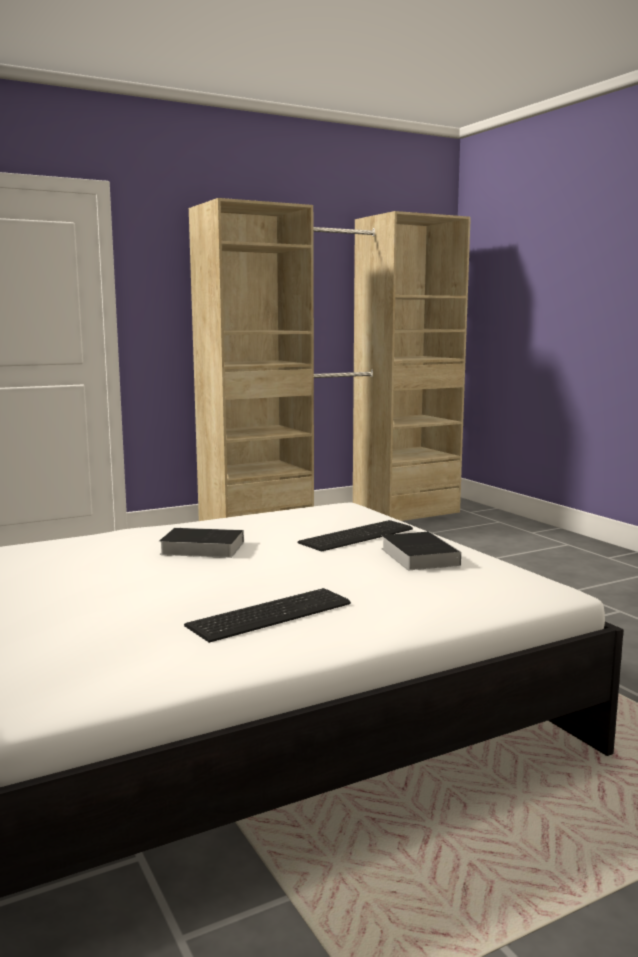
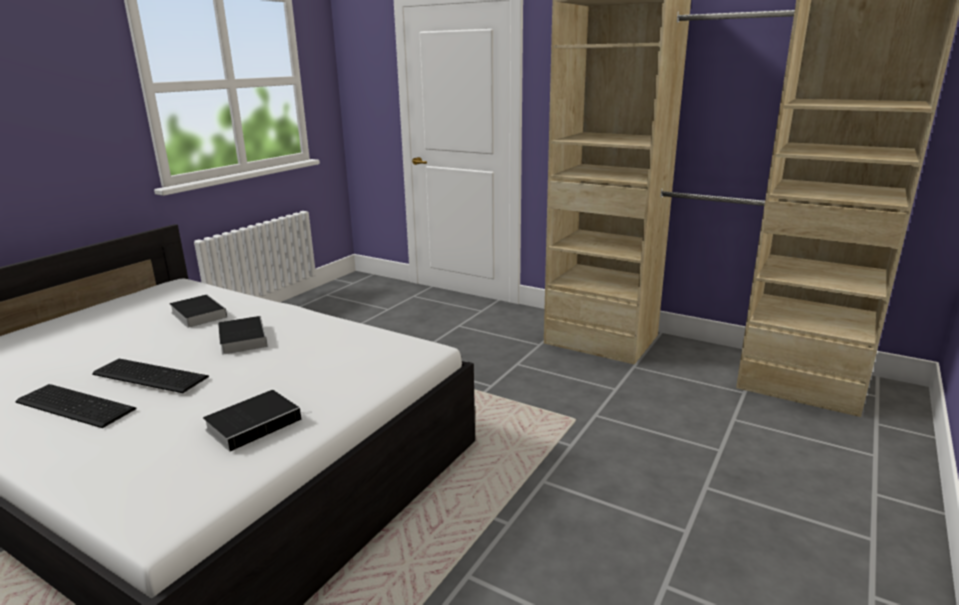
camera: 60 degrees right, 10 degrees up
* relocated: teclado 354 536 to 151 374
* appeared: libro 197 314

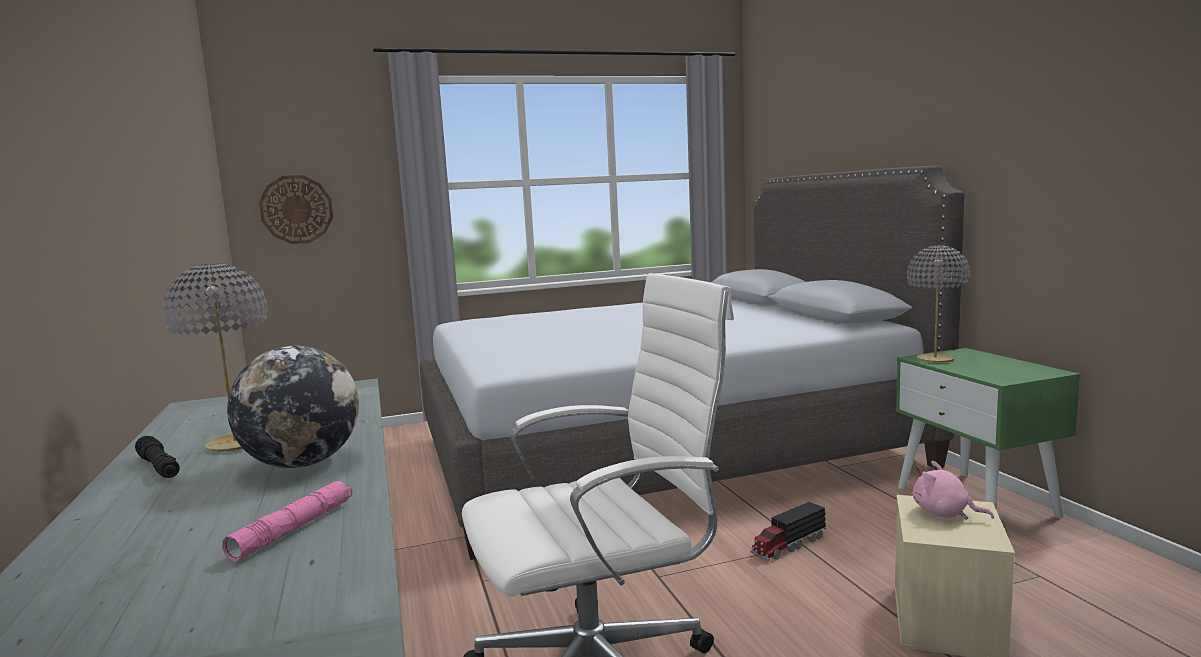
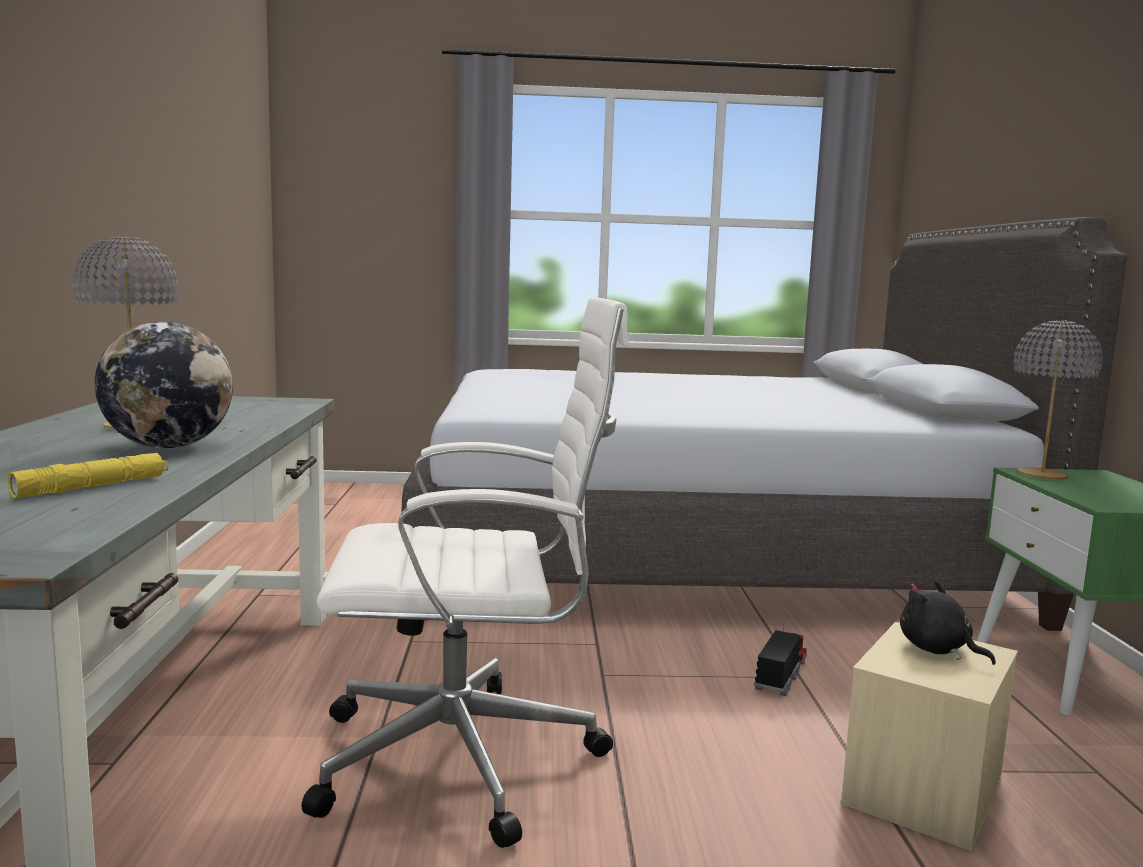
camera: 15 degrees right, 0 degrees up
* missing: linterna [negro] 159 467
* colour: linterna [rosa] 294 529 to linterna [amarillo] 92 487
* missing: reloj de pared 296 209
* spun: camión de juguete 788 545 = 781 674 135 degrees clockwise
* colour: peluche [rosa] 944 513 to peluche [negro] 937 650

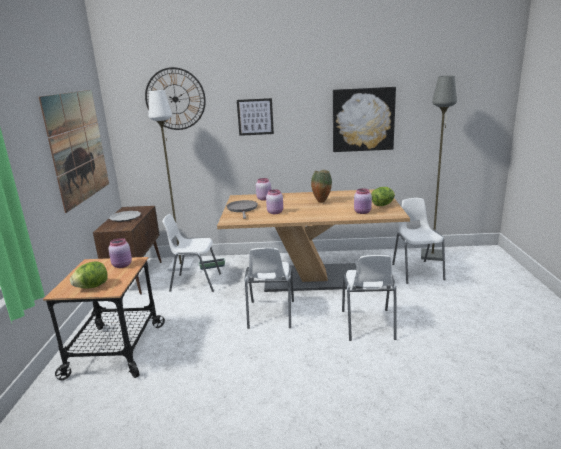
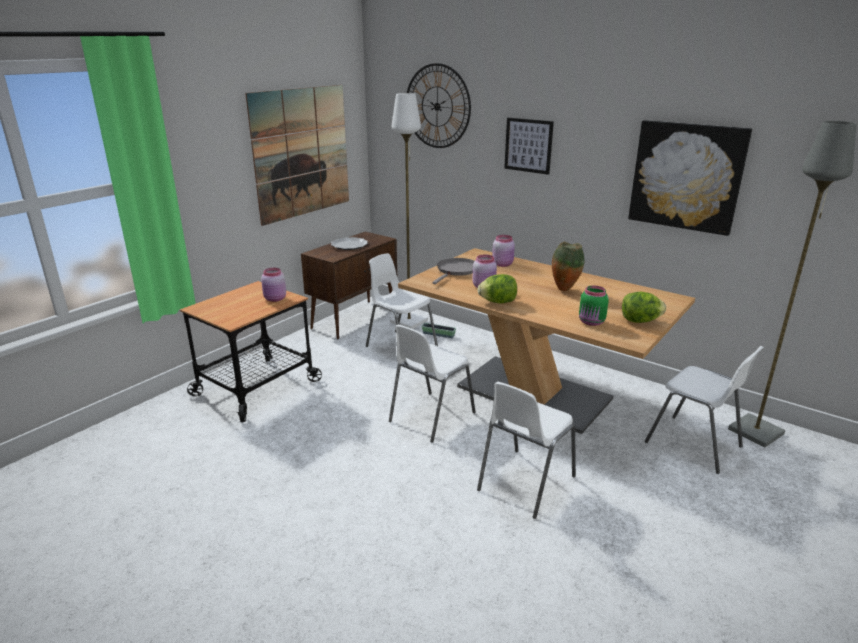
camera: 35 degrees right, 5 degrees up
* relocated: lechuga 92 287 to 498 302
* colour: tarro [rosa] 363 212 to tarro [verde] 591 322
* spun: silla [blanco] 417 271 = 694 445 105 degrees clockwise

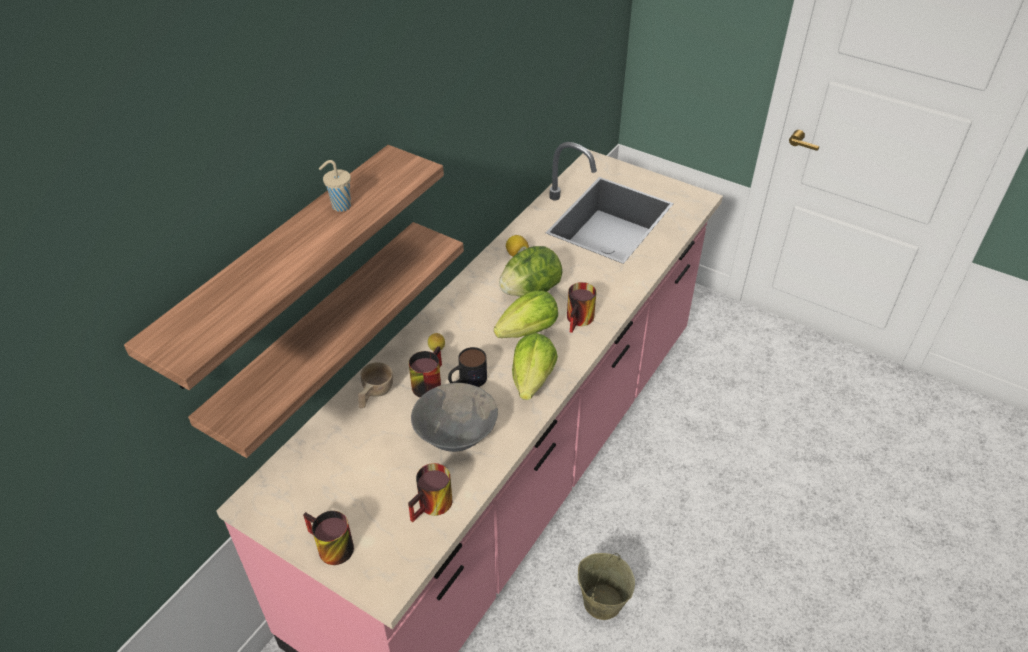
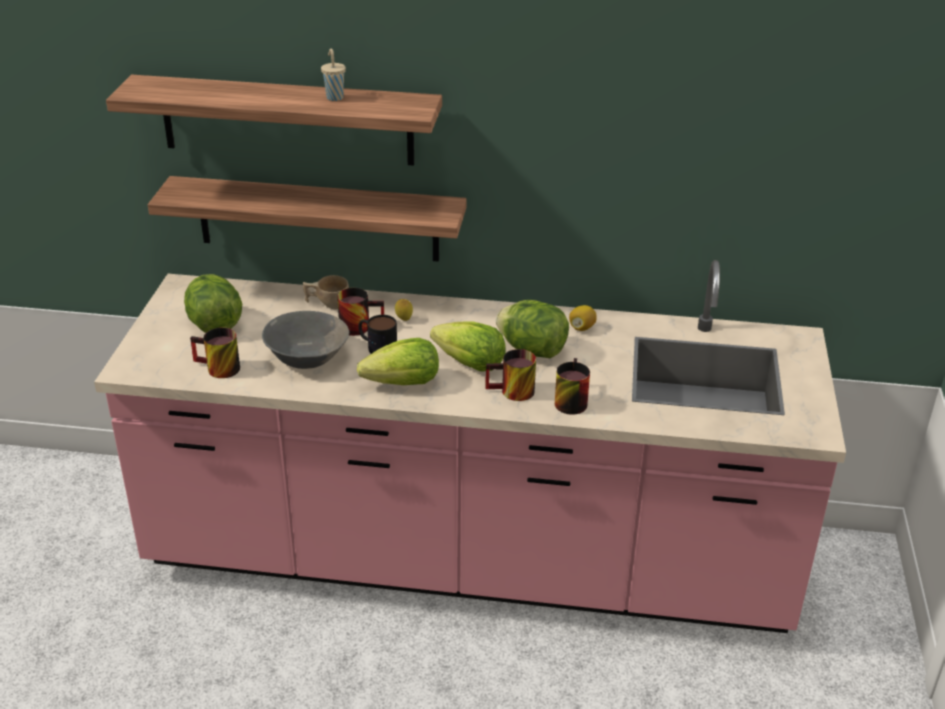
camera: 65 degrees right, 10 degrees down
* relocated: taza grande 329 548 to 568 400
* missing: cubo [beis] 601 601
* appeared: lechuga 214 324

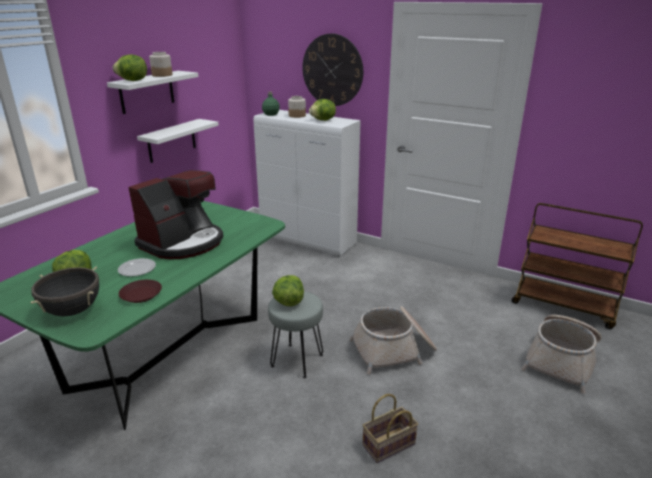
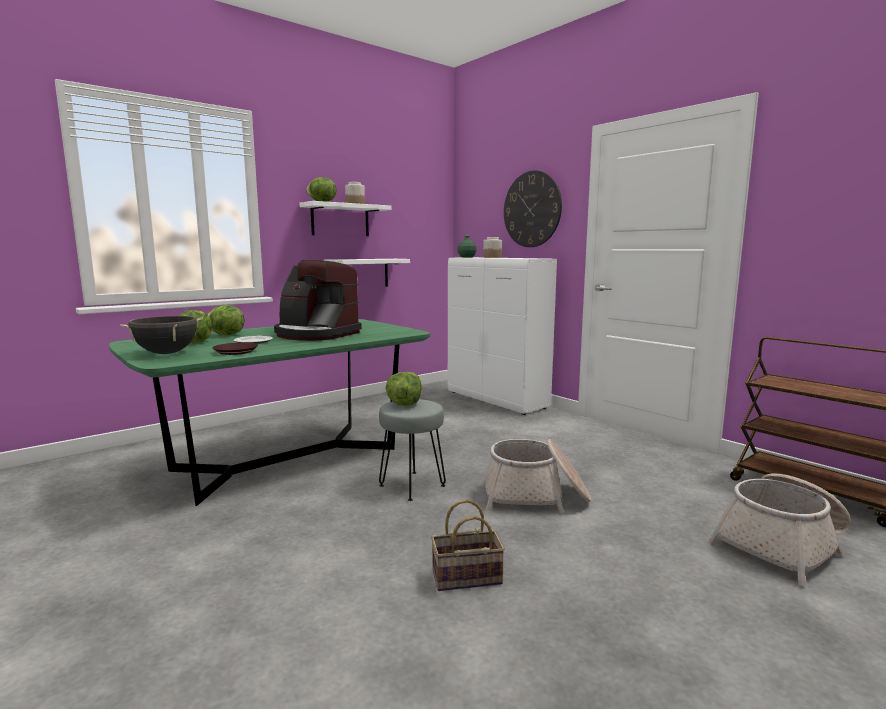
camera: 20 degrees right, 15 degrees down
* spun: cafetera 183 242 = 315 334 60 degrees clockwise
* relocated: lechuga 323 120 to 225 335

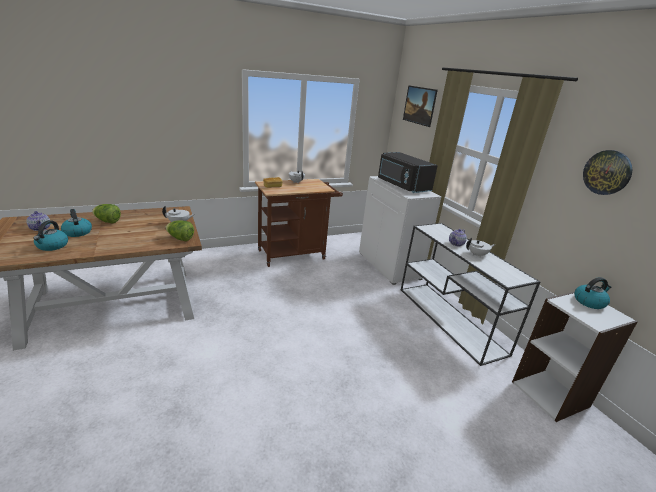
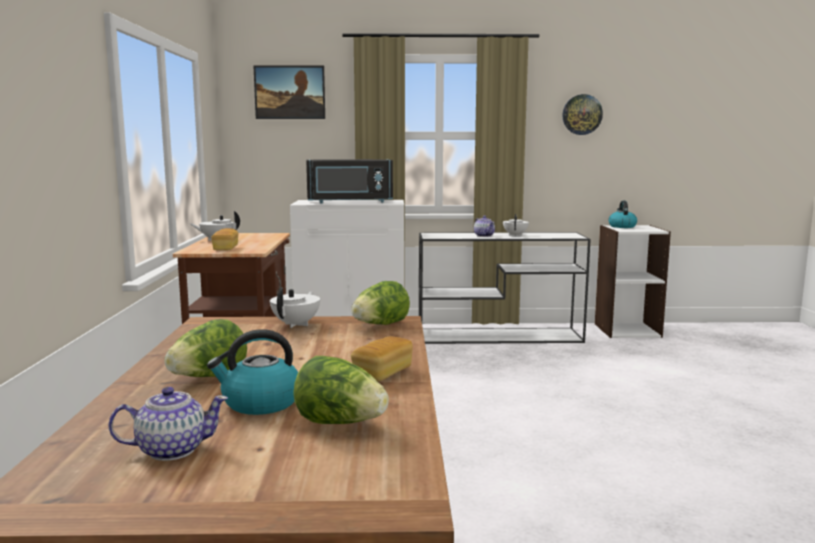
camera: 65 degrees left, 15 degrees down
* exchanged: hervidor 52 246 to lechuga 340 423
* appeared: pan 382 373

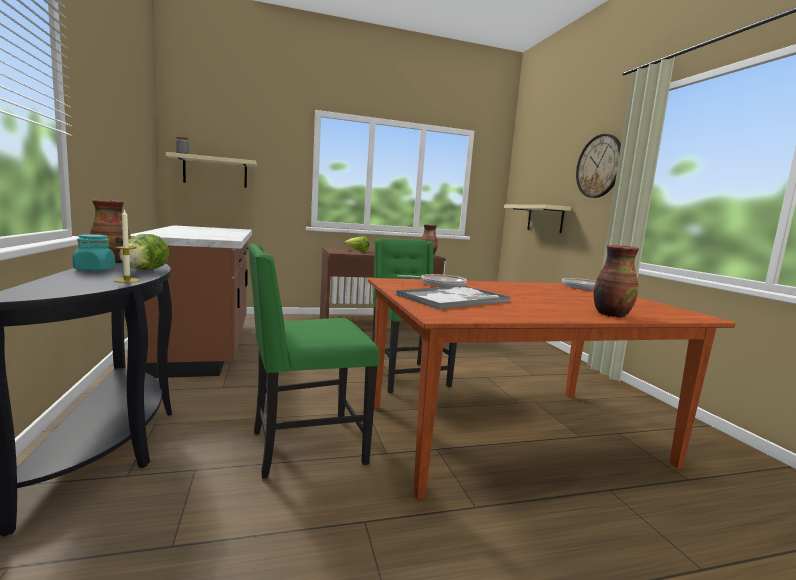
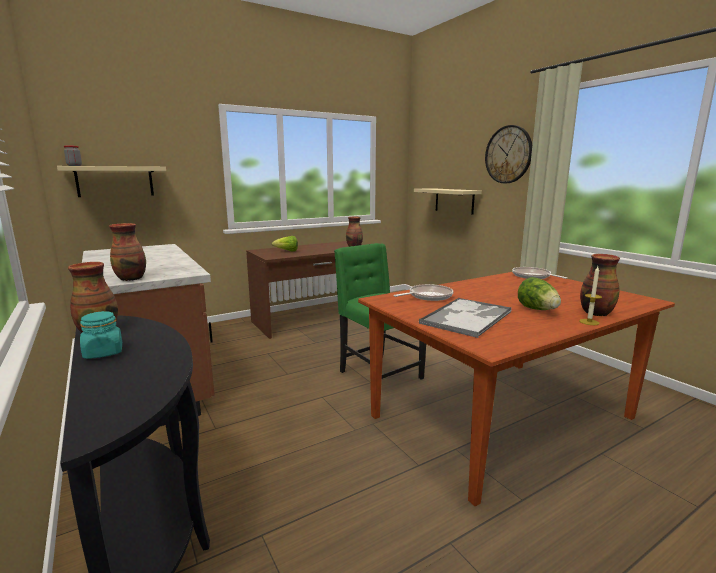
camera: 15 degrees left, 5 degrees up
* relocated: vela 127 280 to 589 322
* relocated: lechuga 143 270 to 538 310
* missing: silla [verde] 305 447
* appeared: florero 131 278

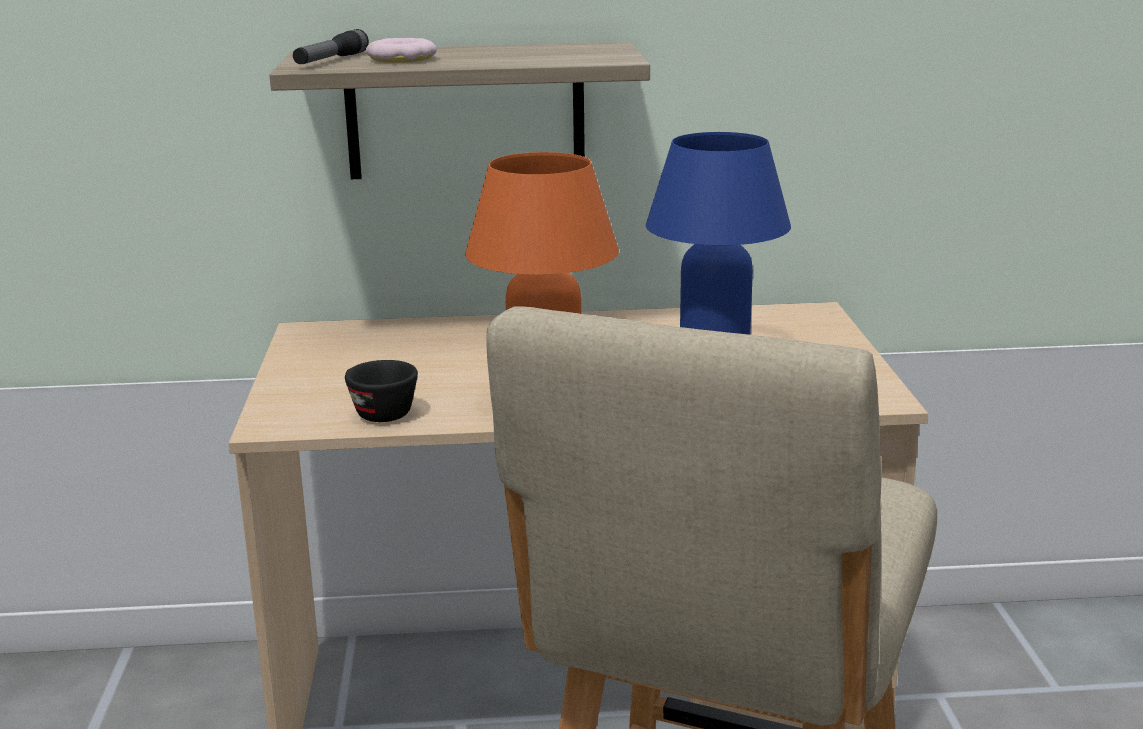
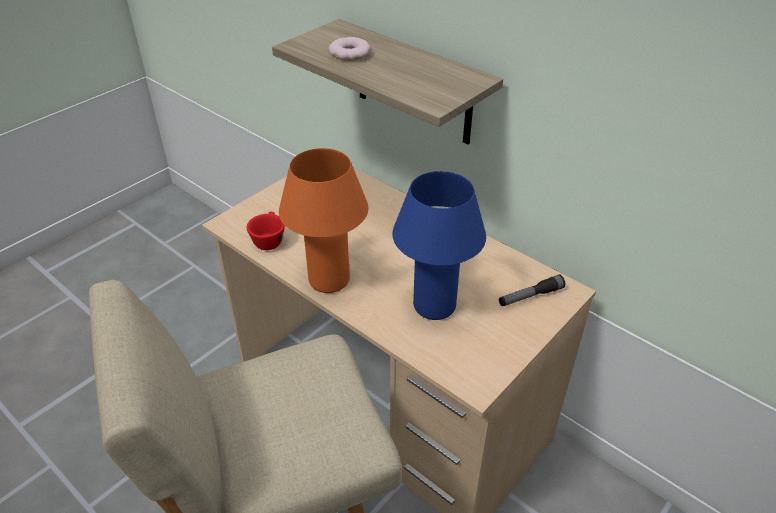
camera: 45 degrees right, 20 degrees up
* relocated: linterna 331 60 to 530 296
* colour: taza [negro] 376 412 to taza [rojo] 268 239

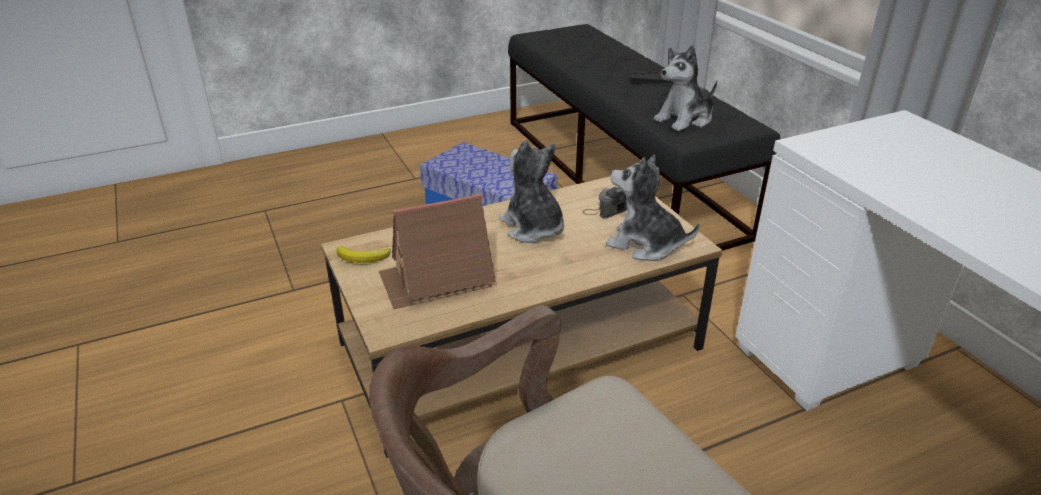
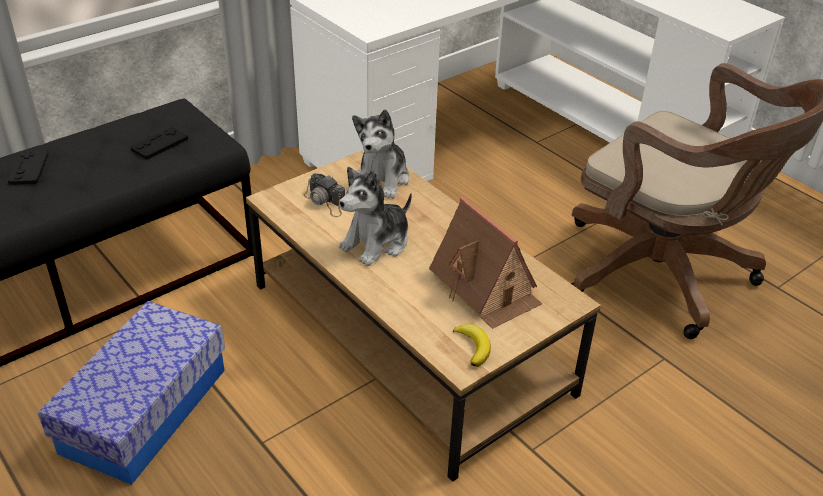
camera: 105 degrees left, 5 degrees up
* exchanged: peluche 685 119 to mando de consola [negro] 159 144

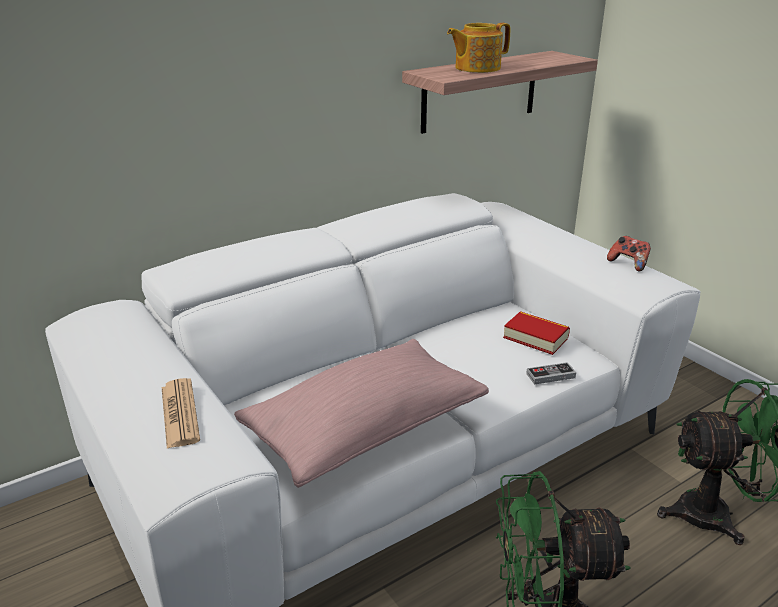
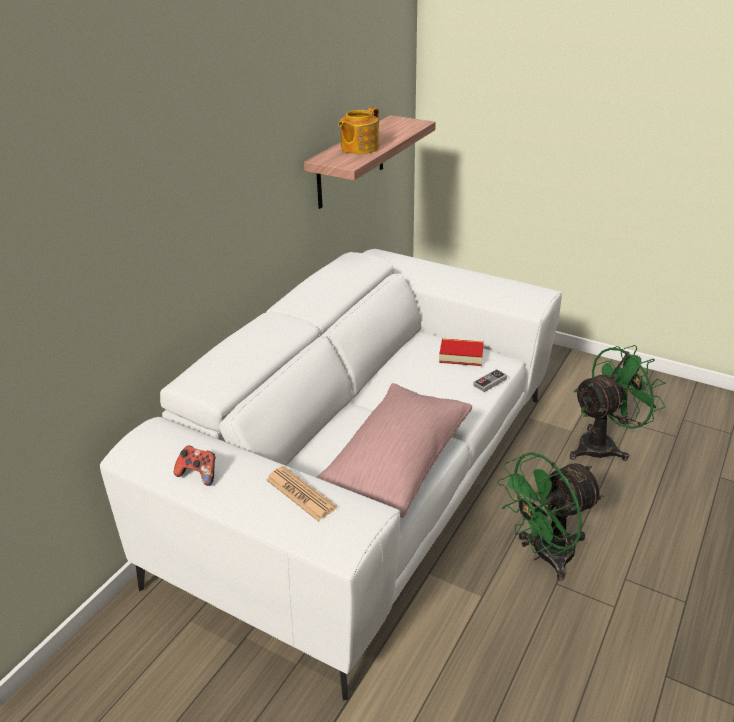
camera: 25 degrees left, 5 degrees up
* relocated: mando de consola 628 264 to 198 474

